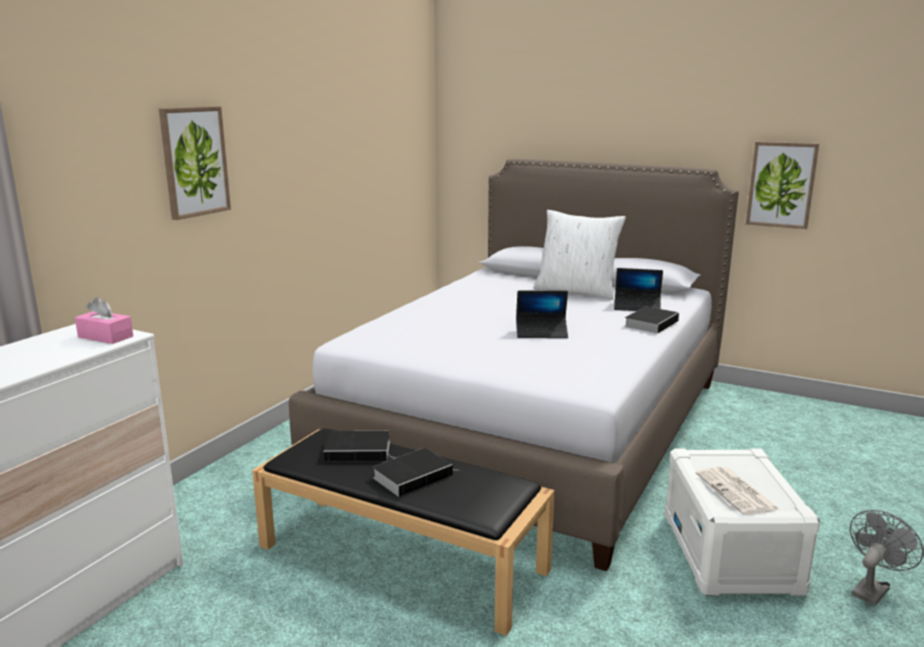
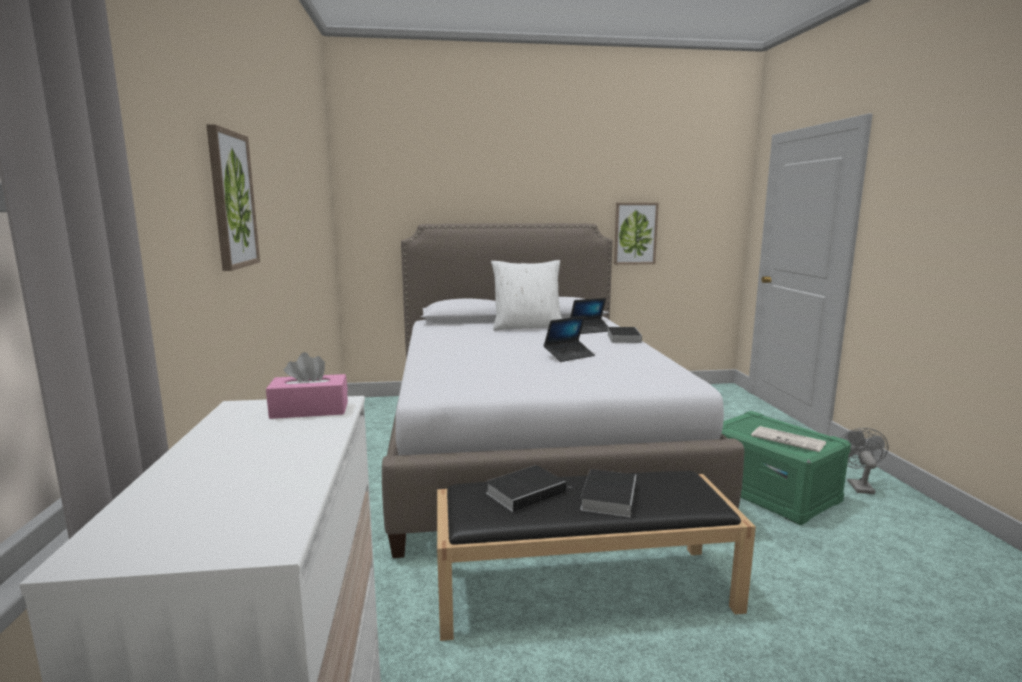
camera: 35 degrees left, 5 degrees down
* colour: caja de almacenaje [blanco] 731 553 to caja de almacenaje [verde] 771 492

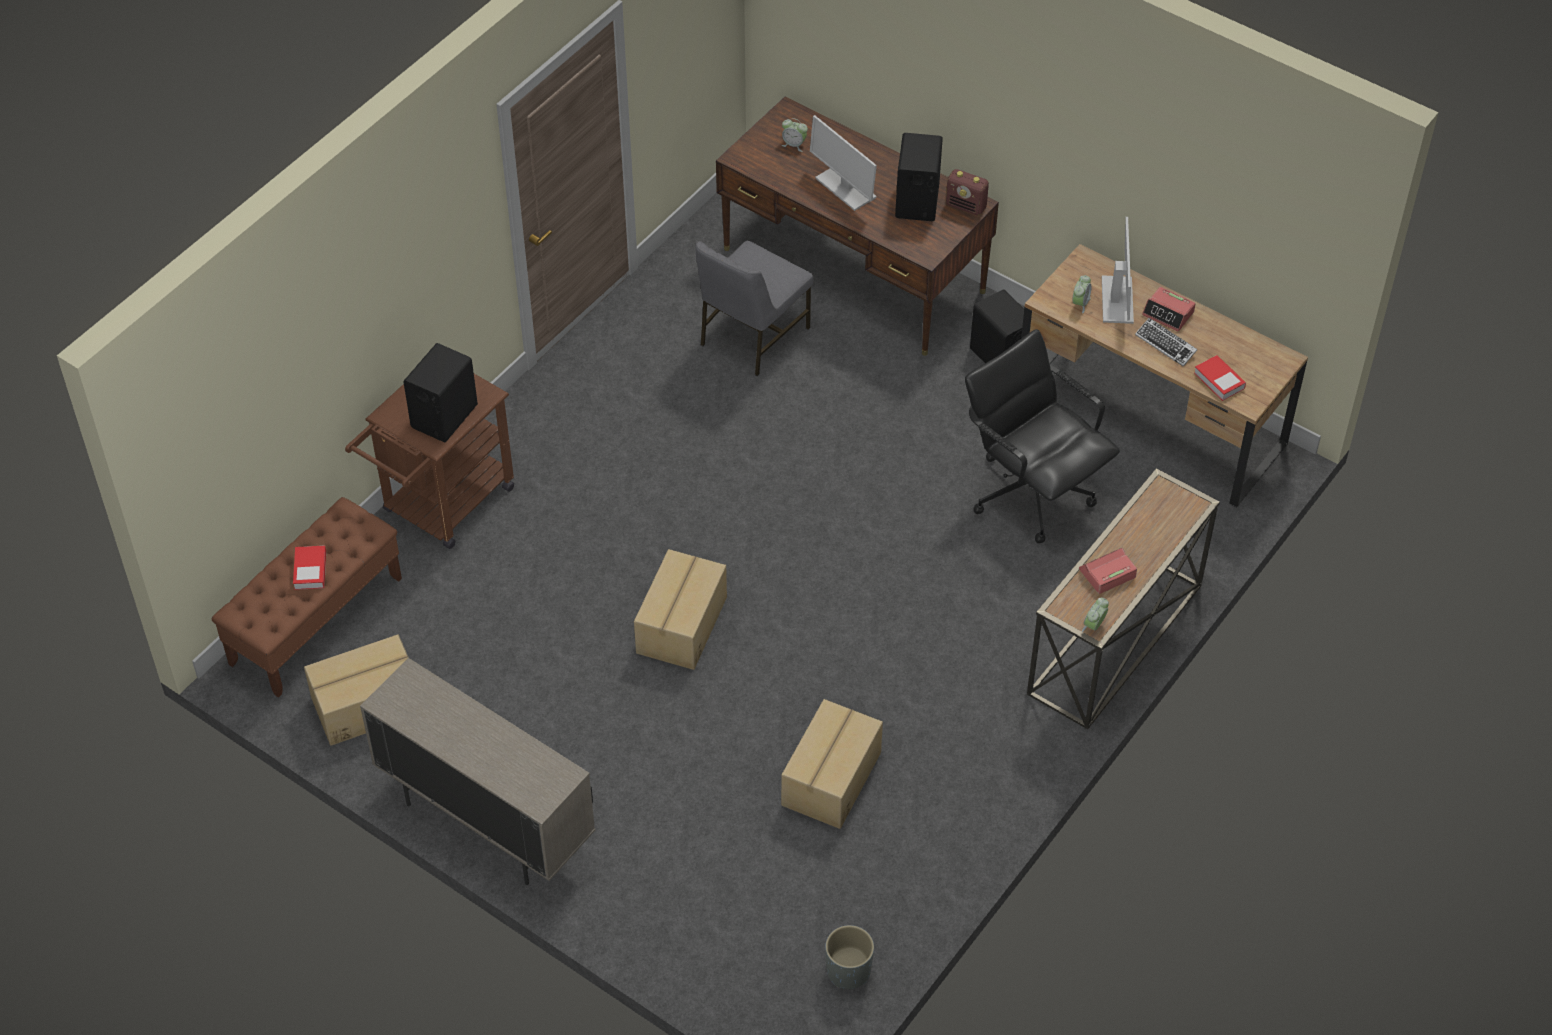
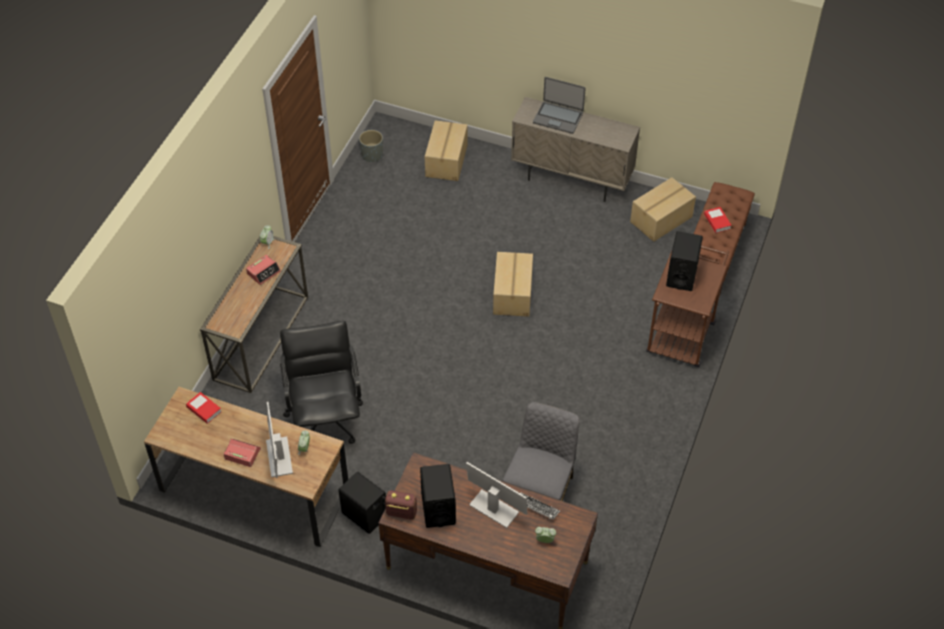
camera: 165 degrees right, 0 degrees up
* relocated: caja de cartón 830 779 to 447 160
* spun: silla de oficina [negro] 1031 492 = 325 418 135 degrees counterclockwise
* relocated: teclado 1165 345 to 536 508
* appeared: portátil 558 117

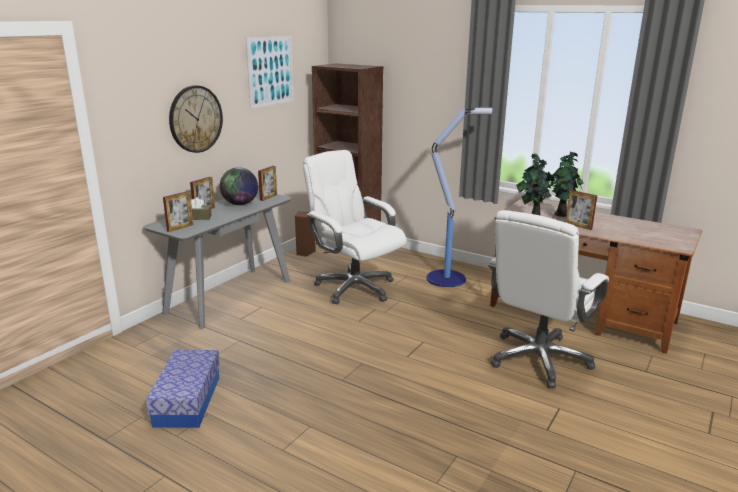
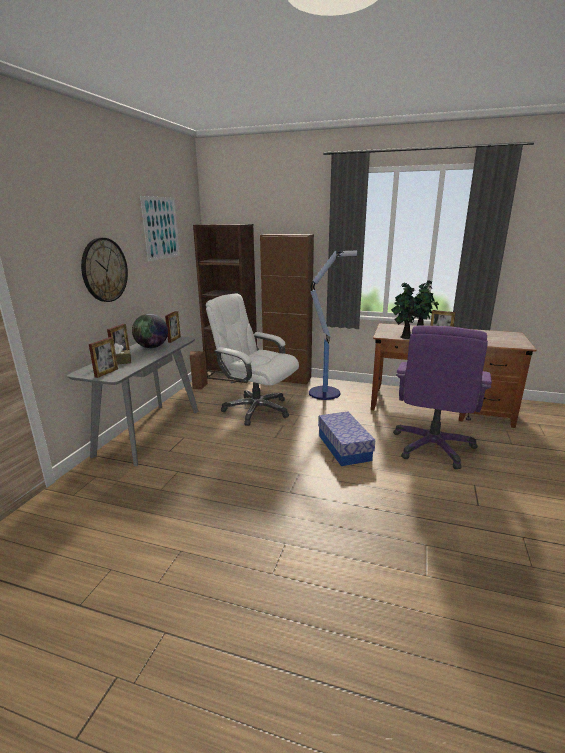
camera: 15 degrees left, 0 degrees up
* relocated: caja de almacenaje 188 401 to 344 447
* colour: silla de oficina [blanco] 538 359 to silla de oficina [morado] 432 447
* appeared: armario [marrón] 287 379

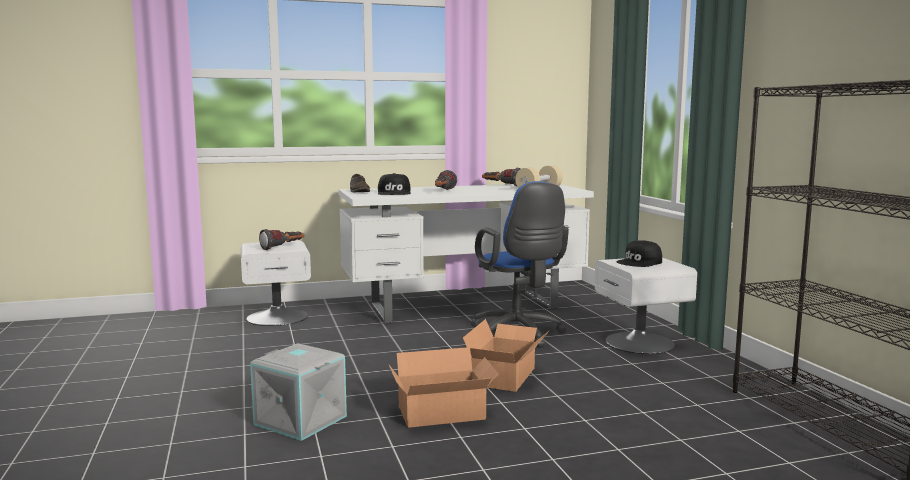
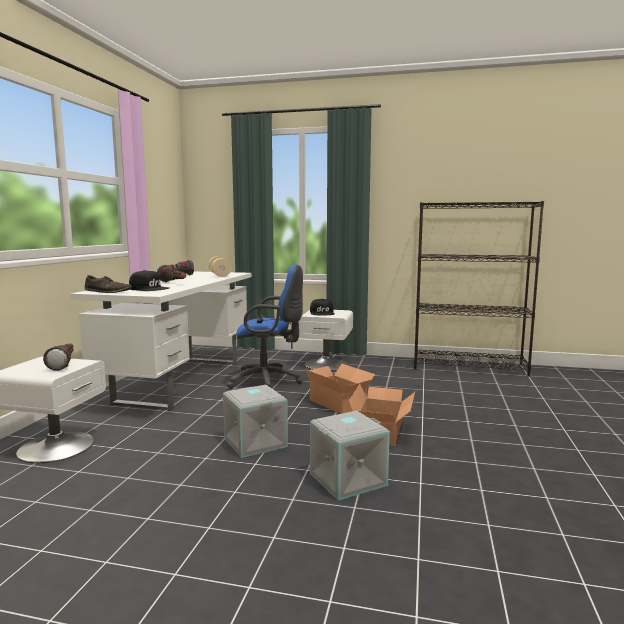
camera: 60 degrees left, 0 degrees up
* appeared: caja de almacenaje [gris] 254 442

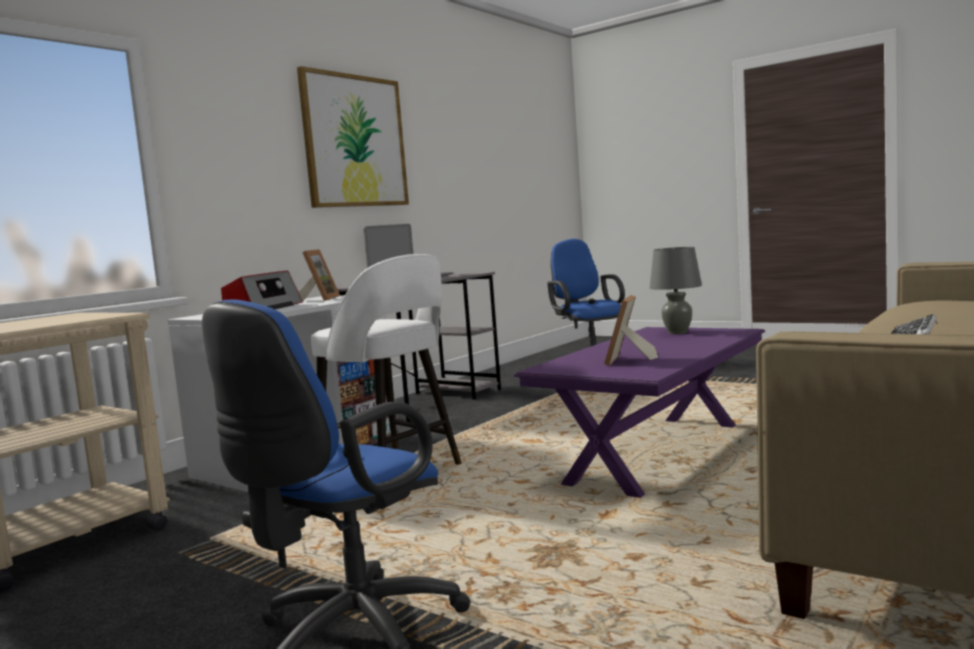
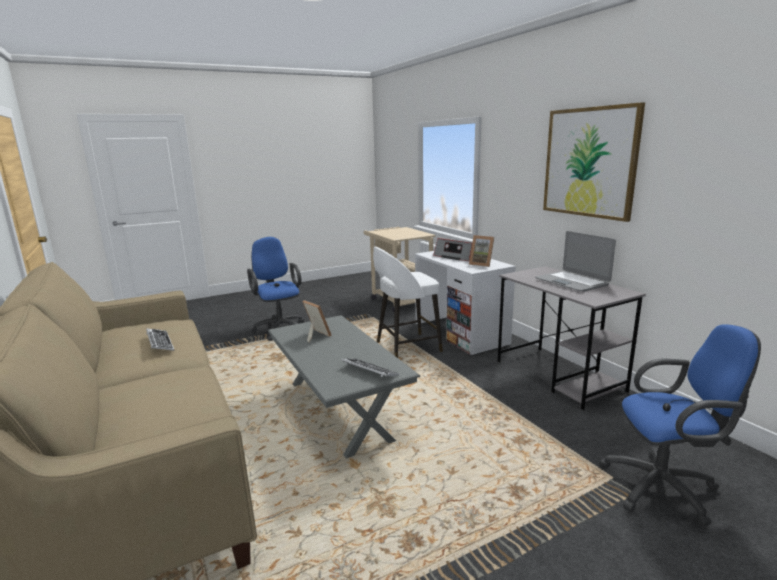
camera: 115 degrees right, 10 degrees up
* colour: mesa de centro [morado] 656 453 to mesa de centro [gris] 338 409
* exchanged: lámpara de mesa [gris] 677 332 to teclado 369 371

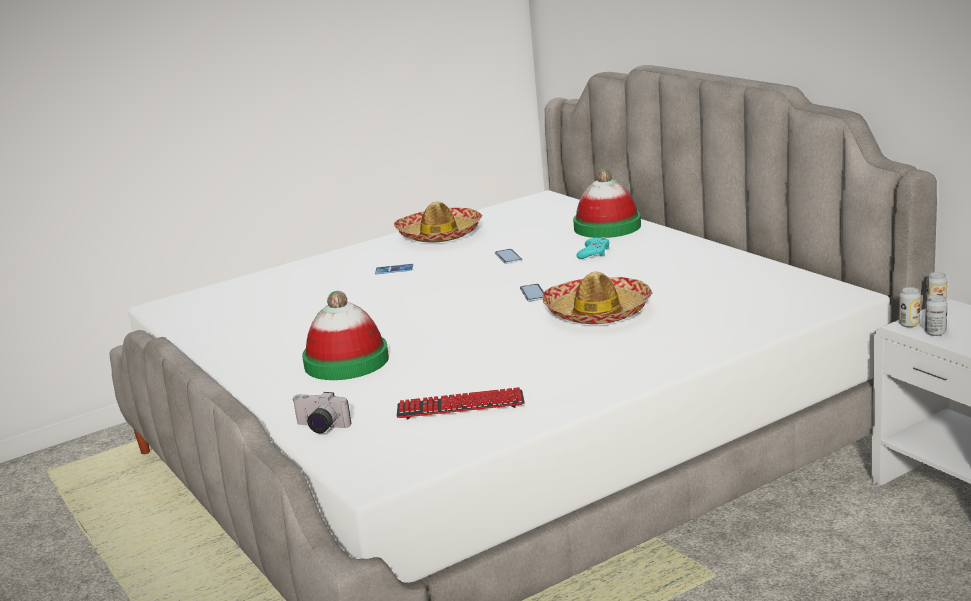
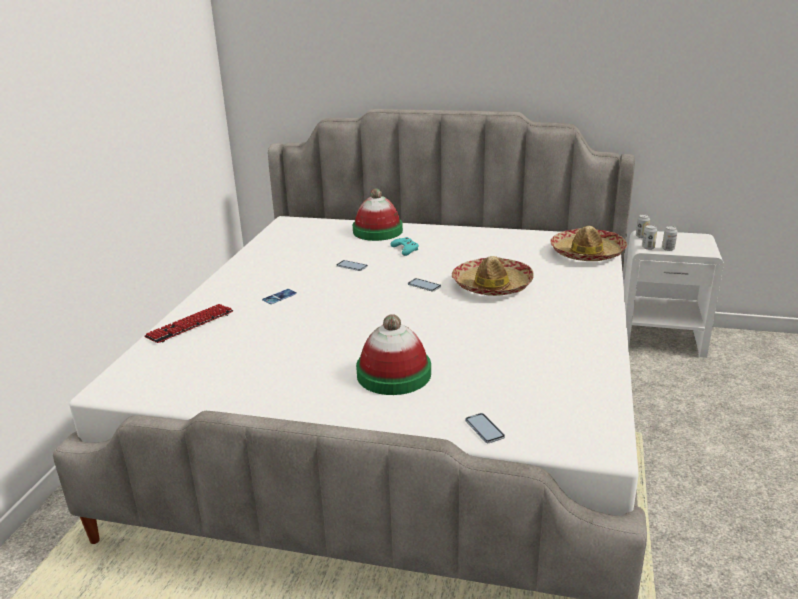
camera: 45 degrees left, 5 degrees up
* exchanged: cámara 320 428 to móvil 484 429
* relocated: sombrero 440 235 to 587 253
* relocated: teclado 460 406 to 190 325

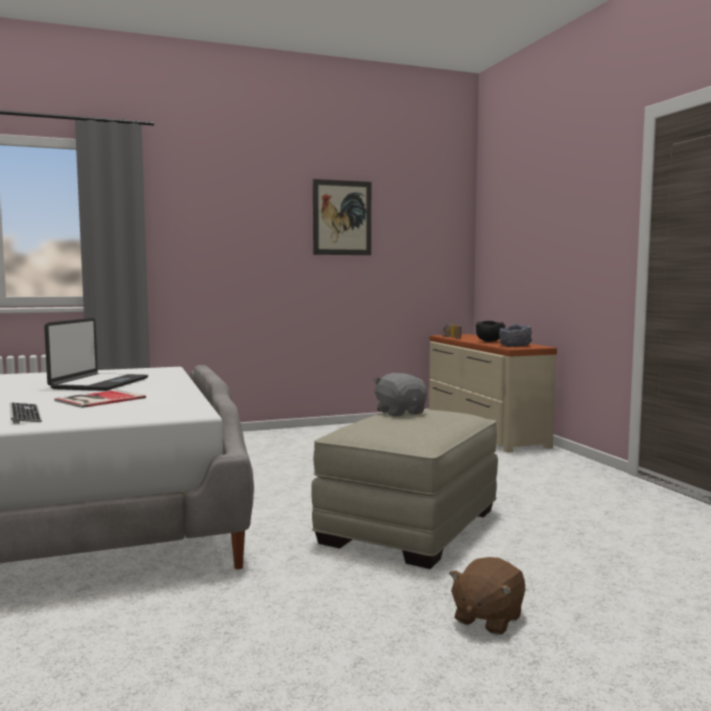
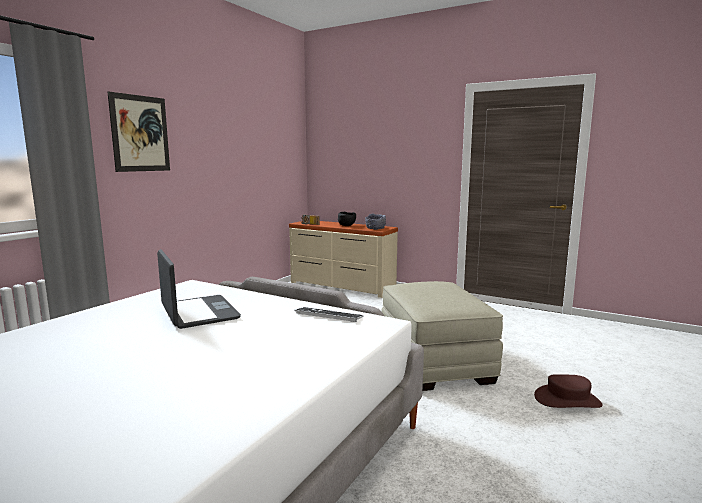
camera: 40 degrees left, 5 degrees up
* relocated: teclado 25 415 to 328 315
* missing: libro 97 399
* relocated: cuadro 342 218 to 140 133
* missing: peluche [gris] 400 412
* exchanged: peluche [marrón] 487 618 to sombrero [marrón] 567 400

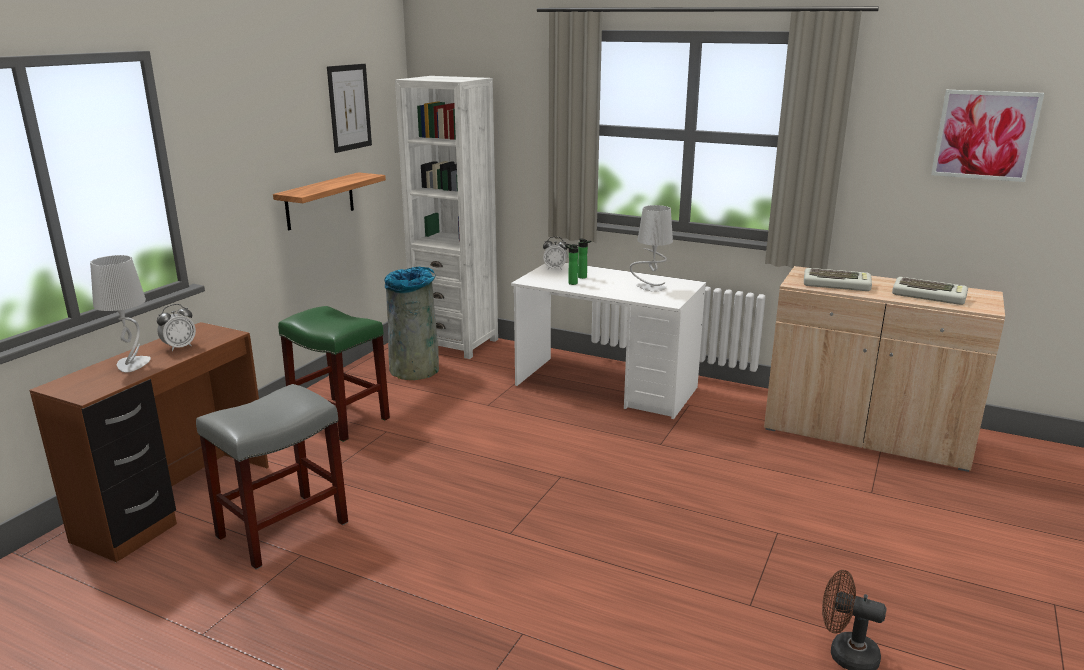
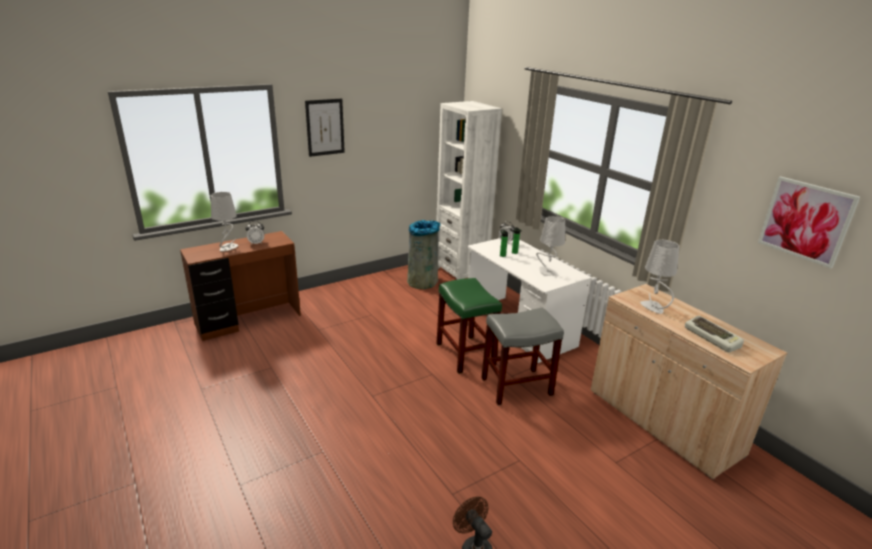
camera: 30 degrees right, 5 degrees up
* relocated: taburete [gris] 282 530 to 516 387
* missing: estante 320 201
* relocated: taburete [verde] 338 418 to 464 354
* relocated: cuadro 349 107 to 325 127
* exchanged: teclado 837 285 to lámpara de mesa [gris] 653 307

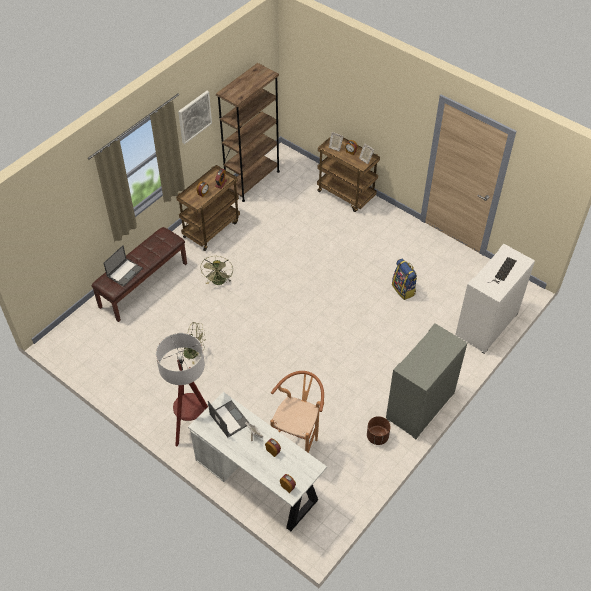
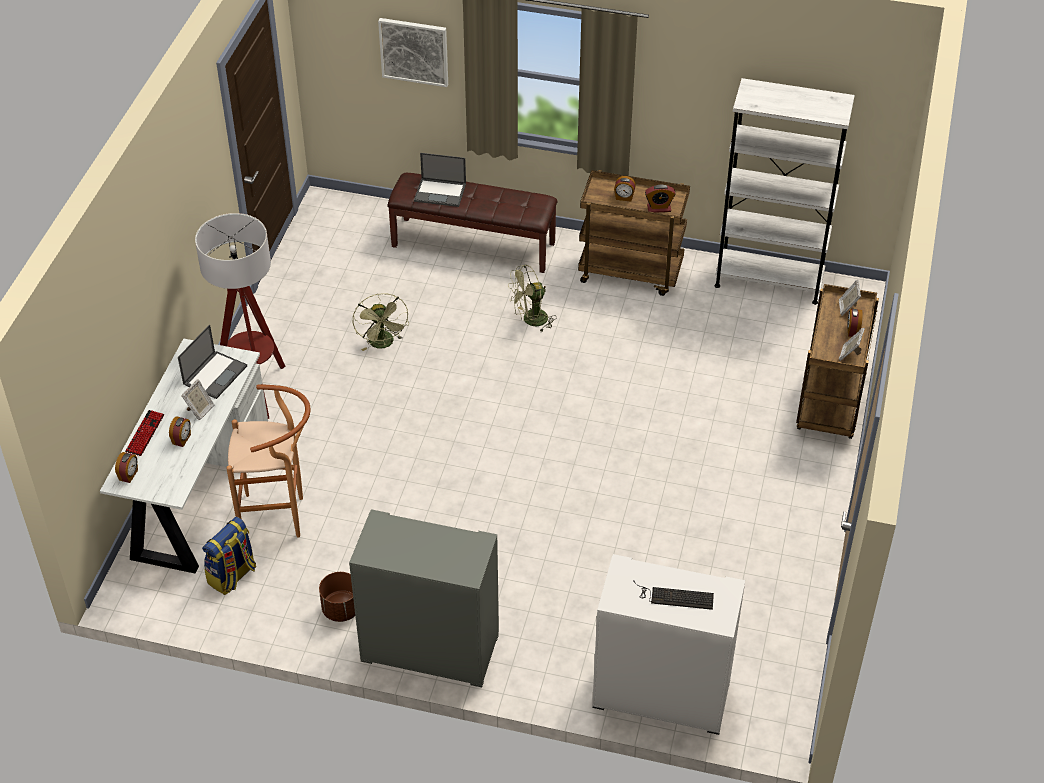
camera: 65 degrees right, 5 degrees down
* relocated: cuadro 194 116 to 414 51
* colour: estantería [marrón] 252 181 to estantería [blanco] 769 280
* relocated: mochila 404 289 to 232 576
* appeared: teclado 145 433

